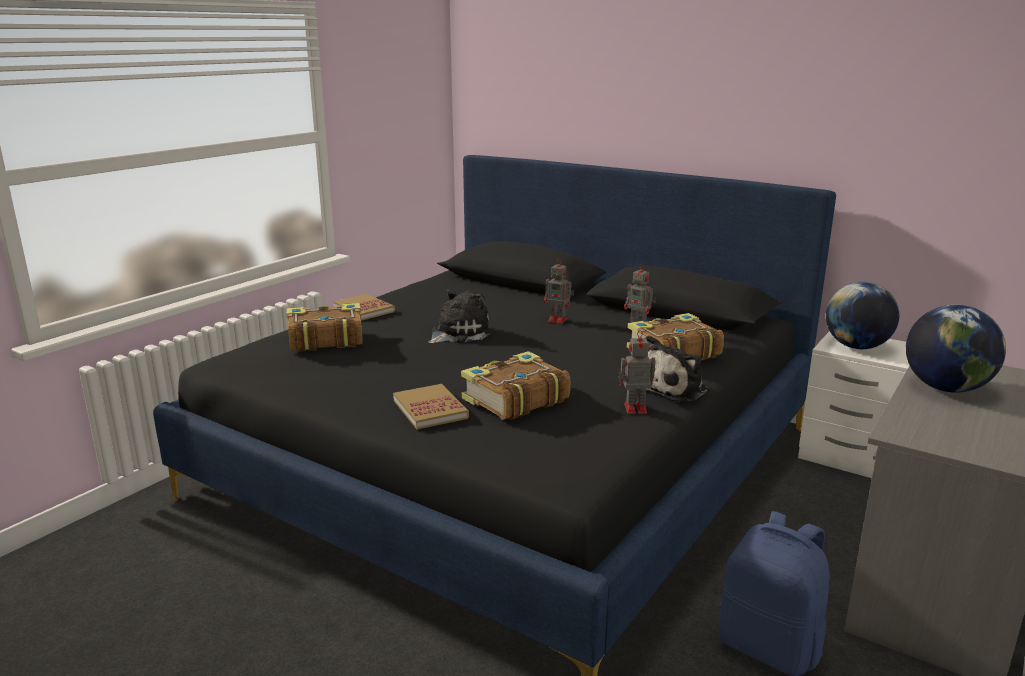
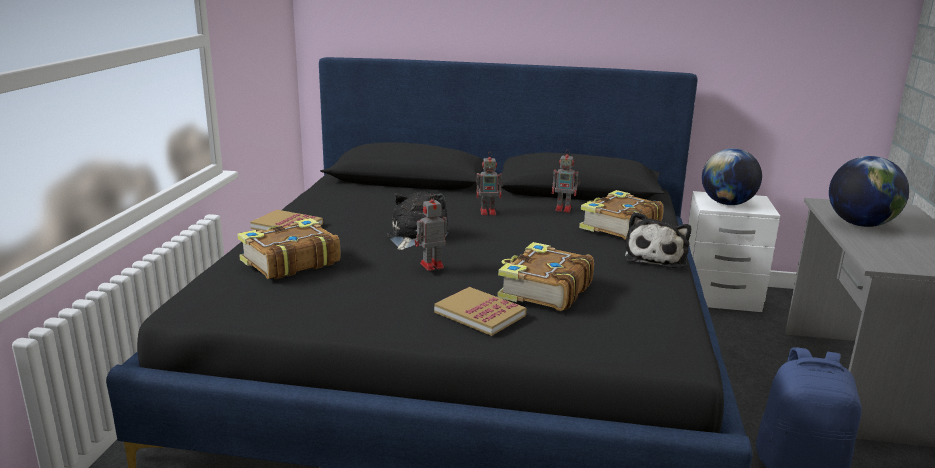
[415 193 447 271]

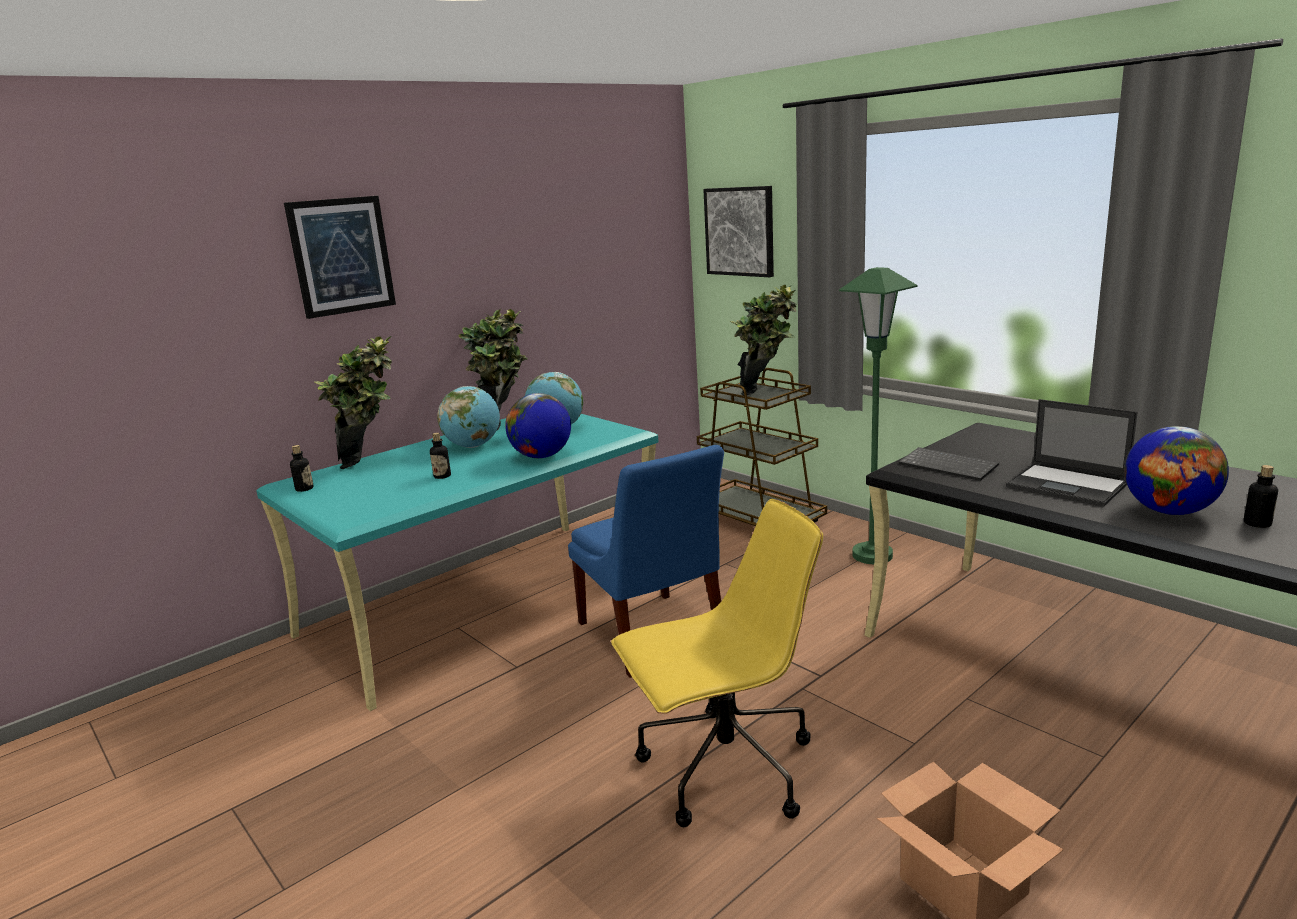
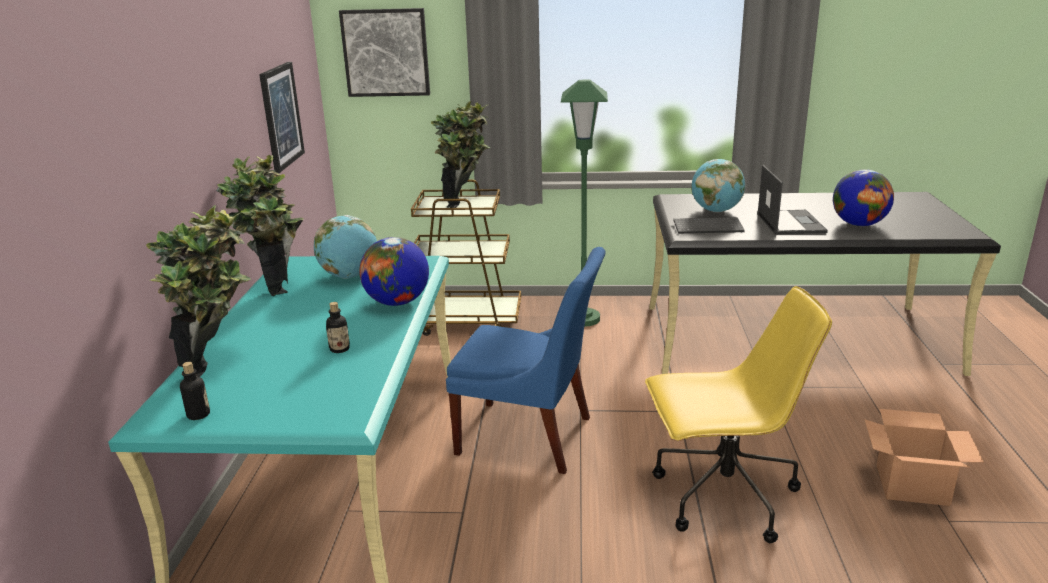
[1244 465 1278 528] (first image)
[259 62 305 173]
[691 159 745 212]
[645 286 832 543]
[757 165 828 234]

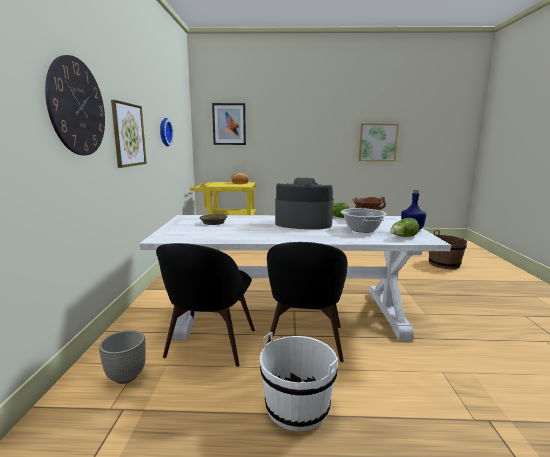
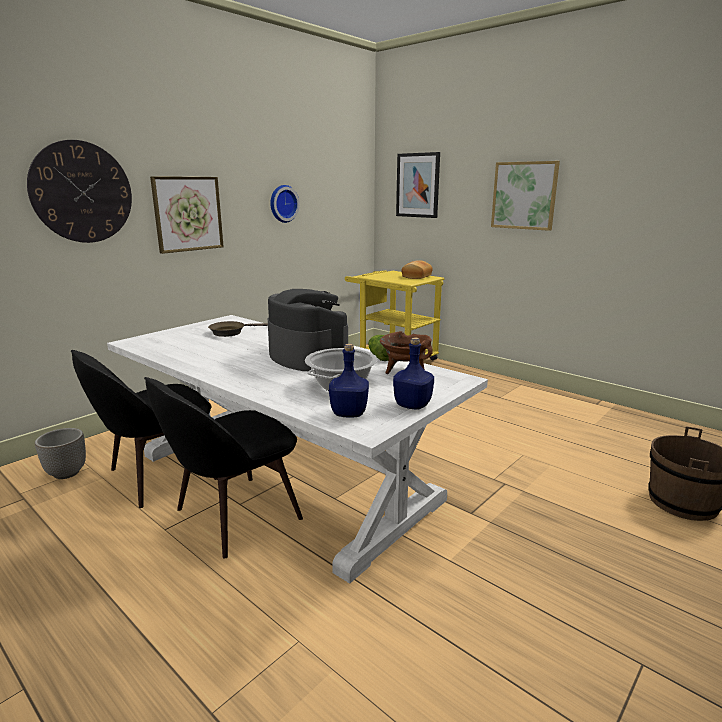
[260 332 338 431] (first image)
[491 161 560 231]
[329 343 369 418]

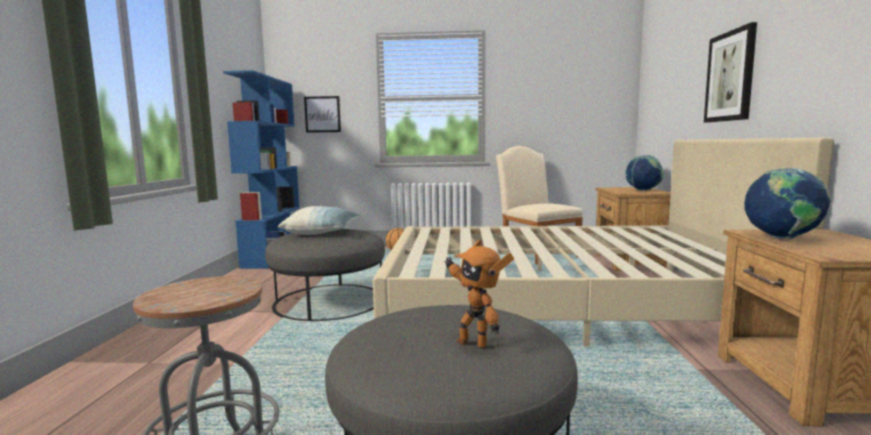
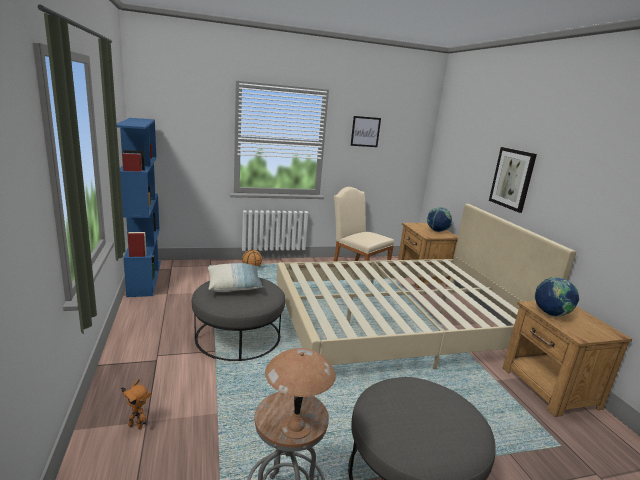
[265 348 336 439]
[350 116 381 147]
[121 379 152 429]

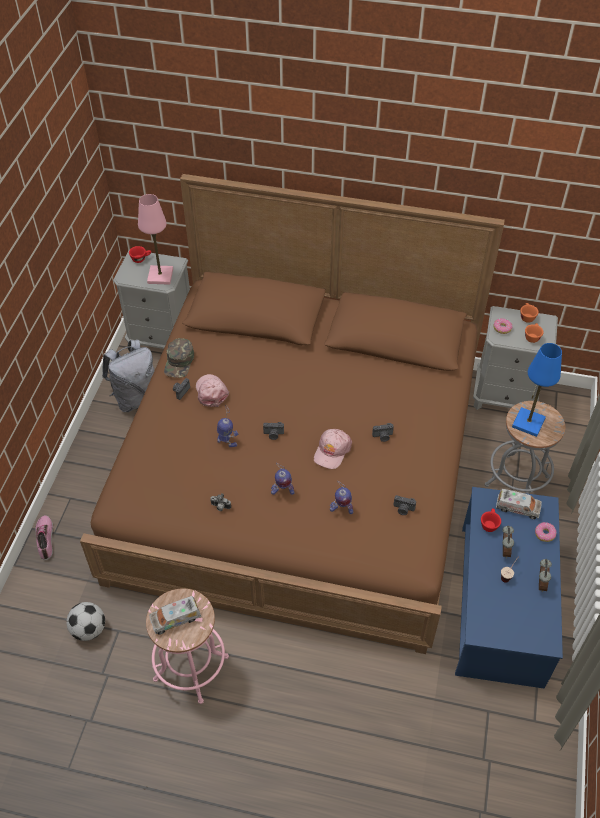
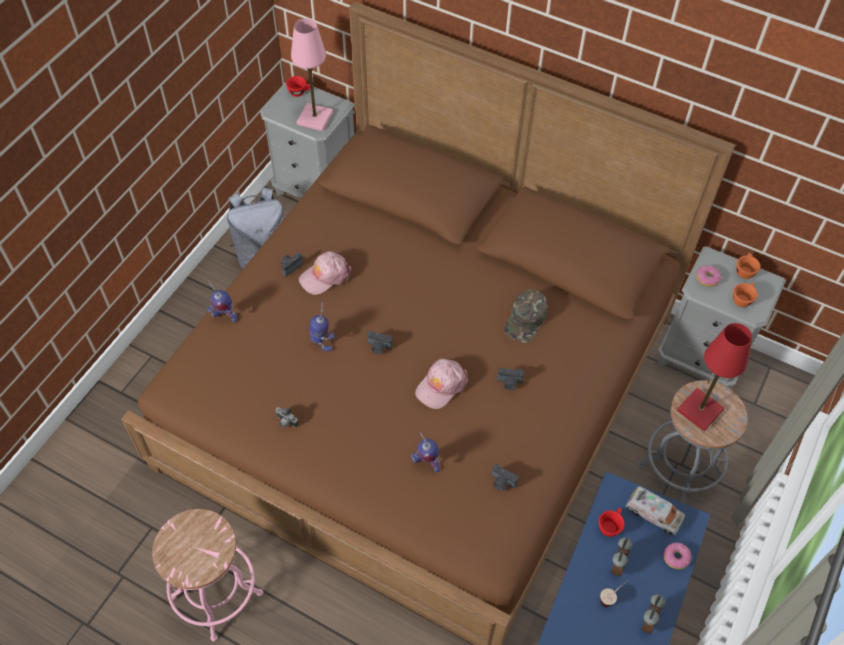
[36 515 53 560] (first image)
[66 602 105 641] (first image)
[149 596 201 635] (first image)
[504 290 548 343]
[207 281 237 322]
[677 323 752 431]
[299 251 351 295]

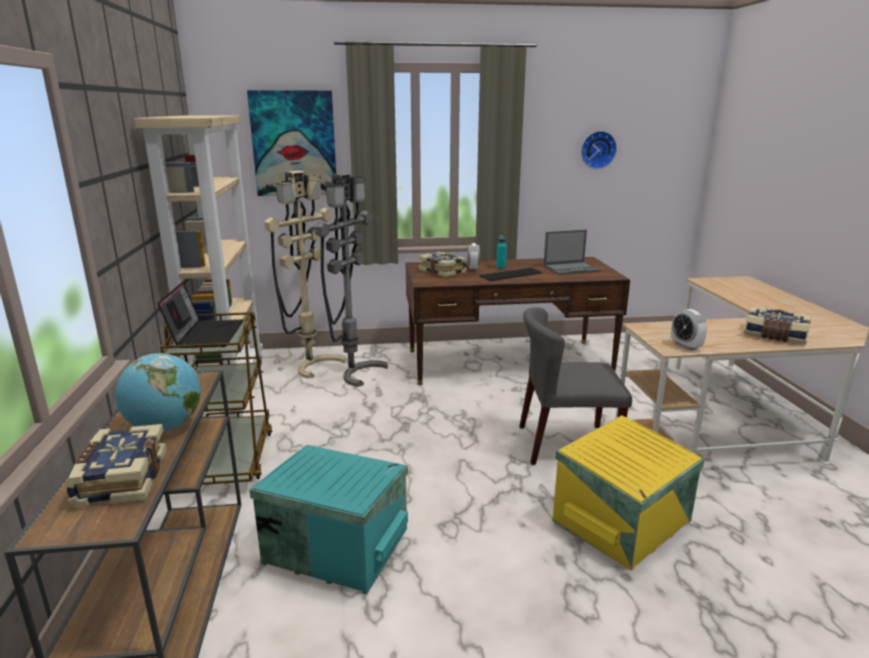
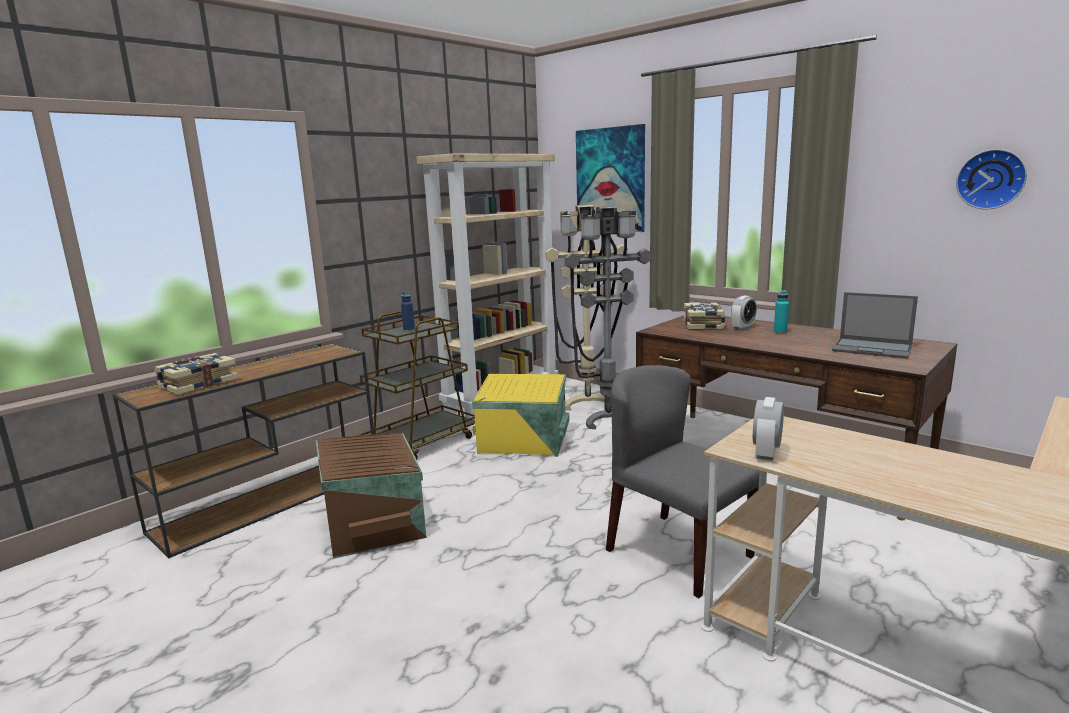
[115 353 201 431] (first image)
[480 268 542 281] (first image)
[744 306 811 345] (first image)
[472 374 569 457]
[401 292 415 332]
[316 433 427 559]

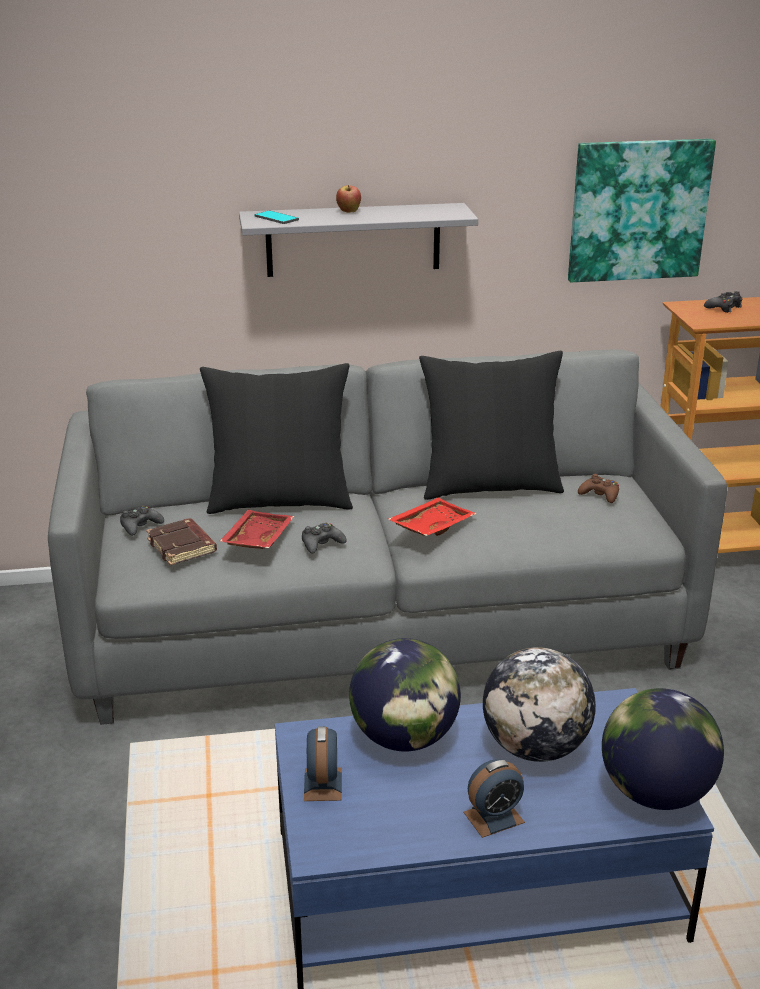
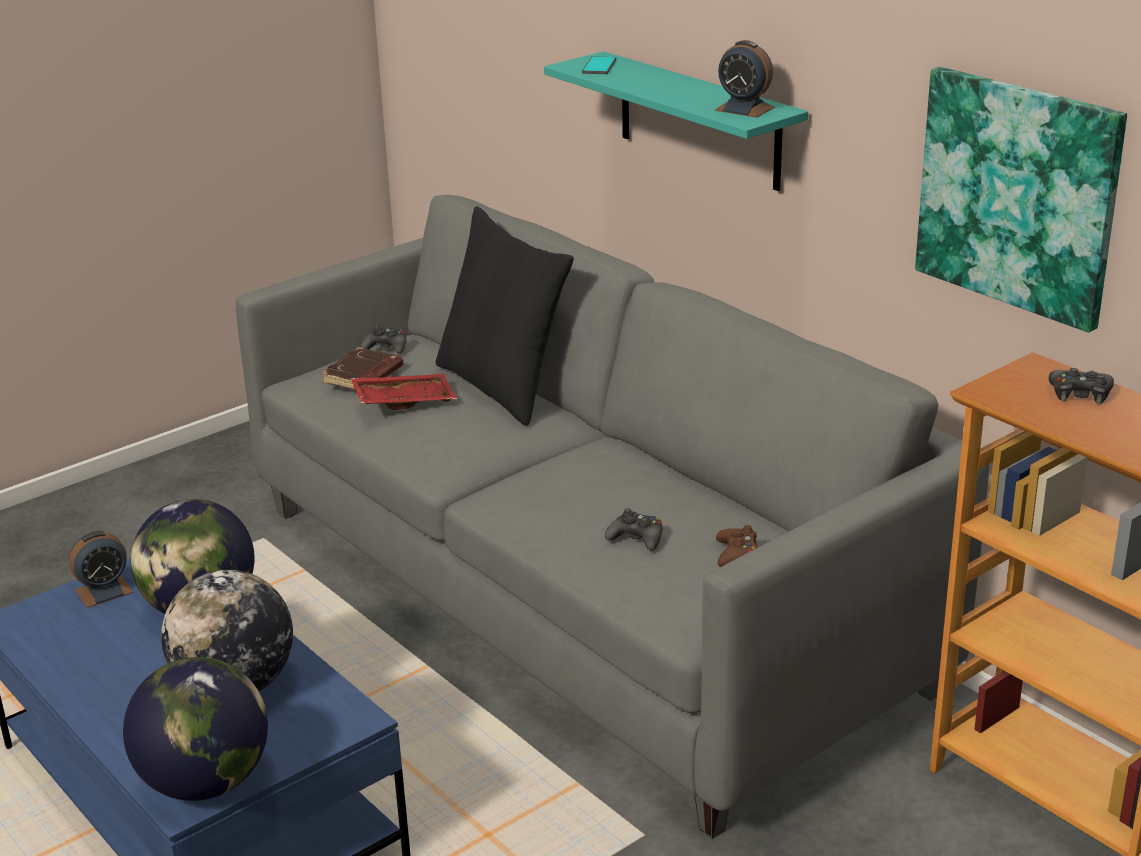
[336 185 361 213] (first image)
[388 498 476 536] (first image)
[419 351 564 500] (first image)
[605 508 662 551]
[715 40 775 118]
[544 51 808 191]

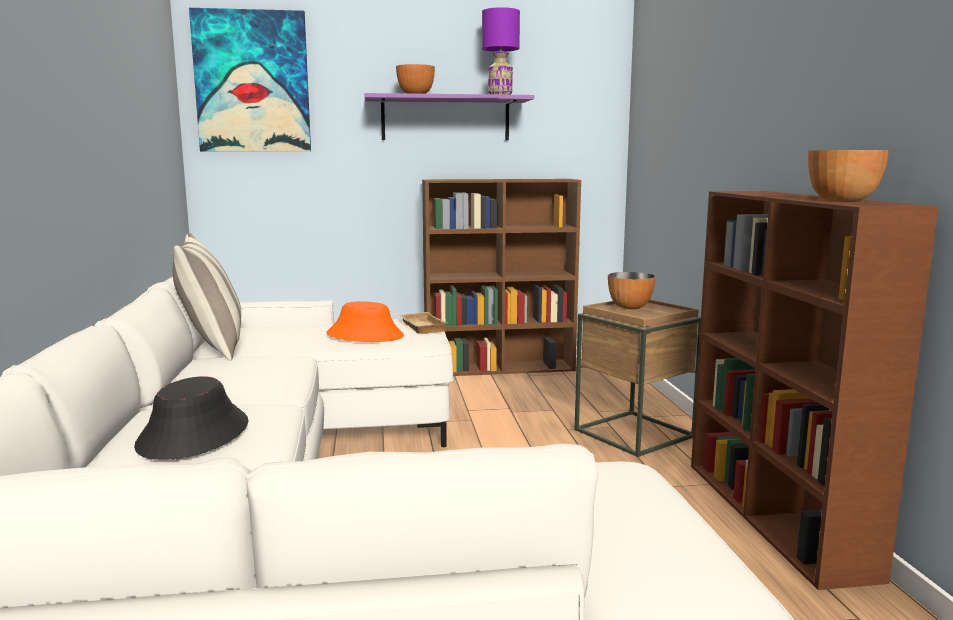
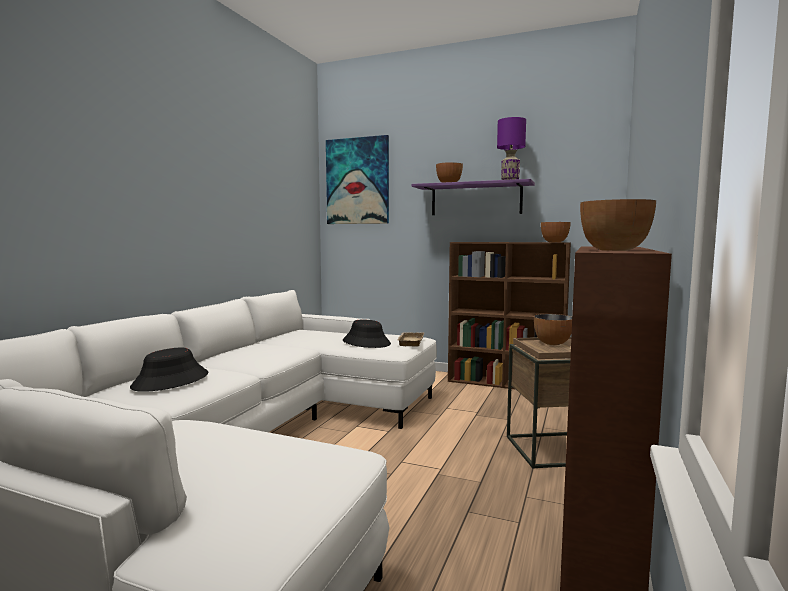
[172 232 241 361] (first image)
[541 222 571 242]
[343 320 391 348]

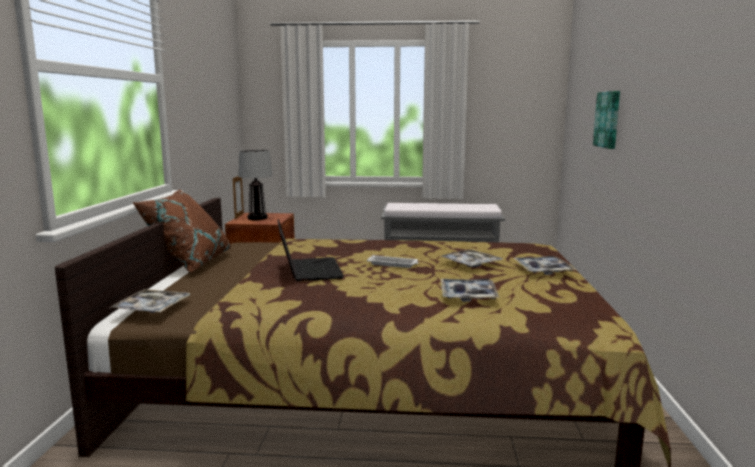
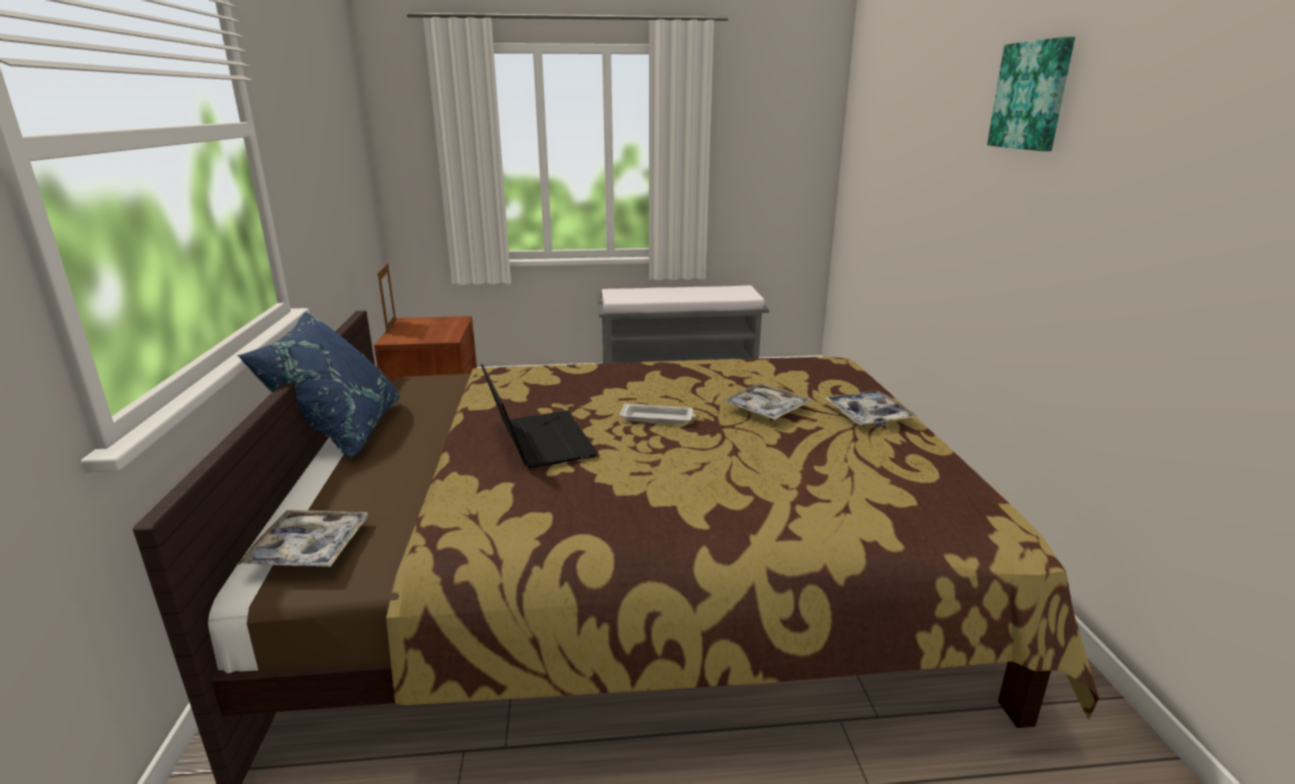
[238 150 273 220] (first image)
[441 279 500 302] (first image)
[987 37 1075 151]
[237 311 400 458]

